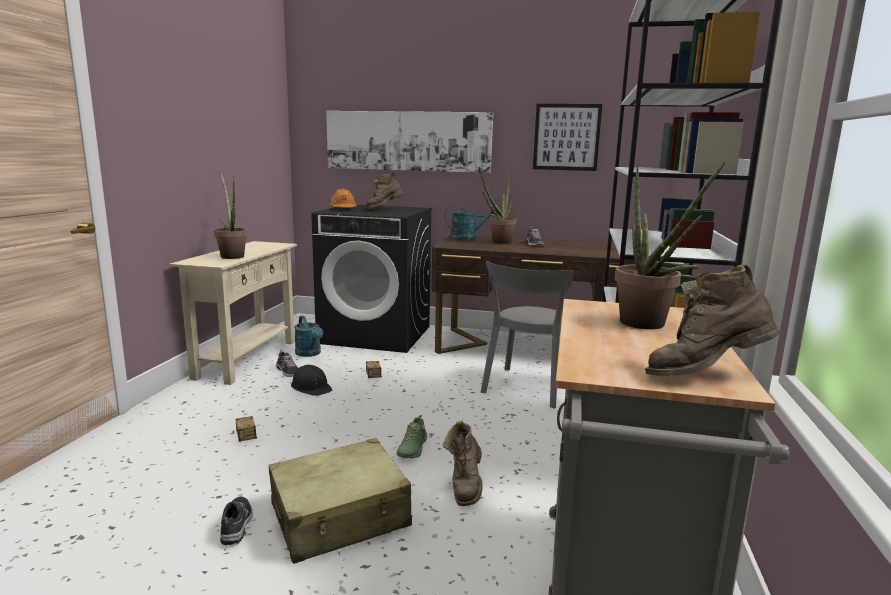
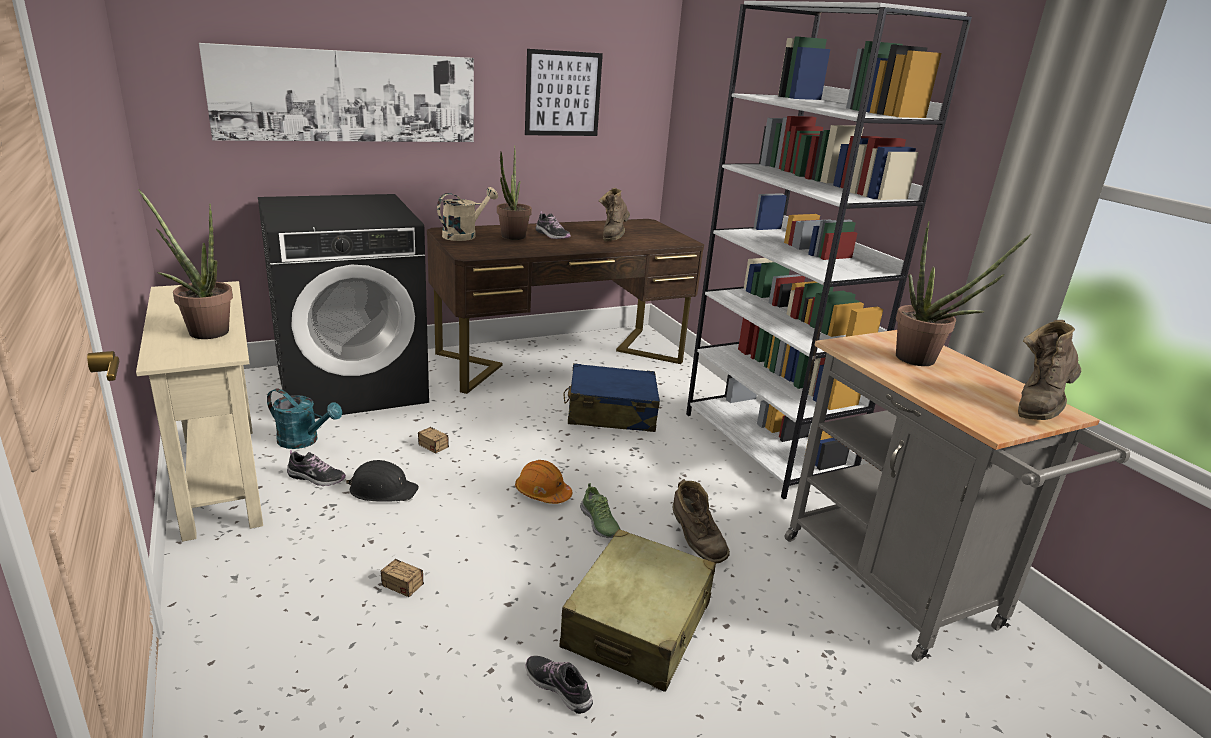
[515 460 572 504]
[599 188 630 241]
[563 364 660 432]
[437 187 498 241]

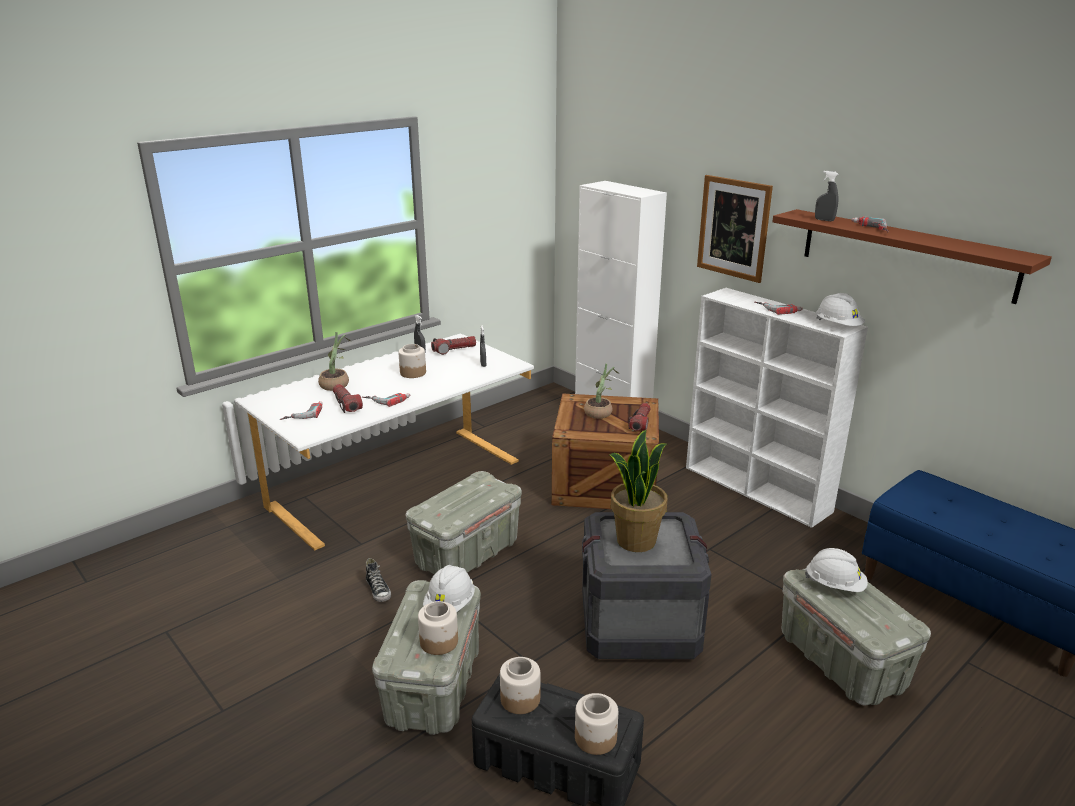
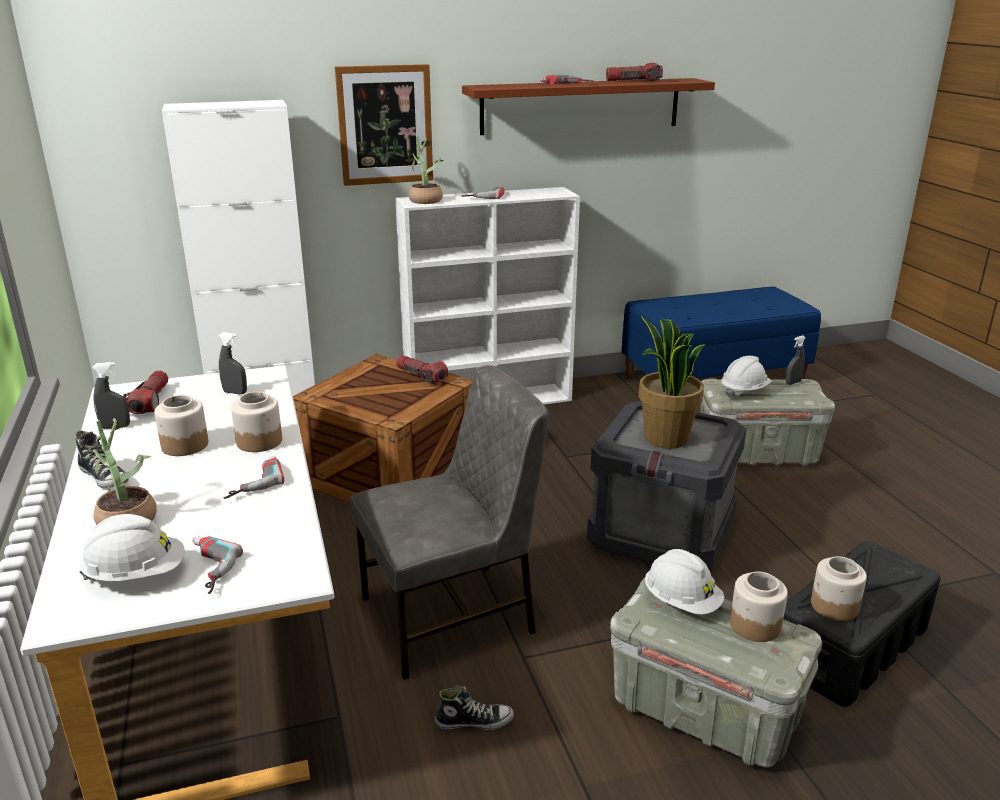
[75 430 129 488]
[606 63 663 82]
[231 392 282 452]
[406 136 444 204]
[786 336 806 385]
[80 514 185 581]
[349 365 548 680]

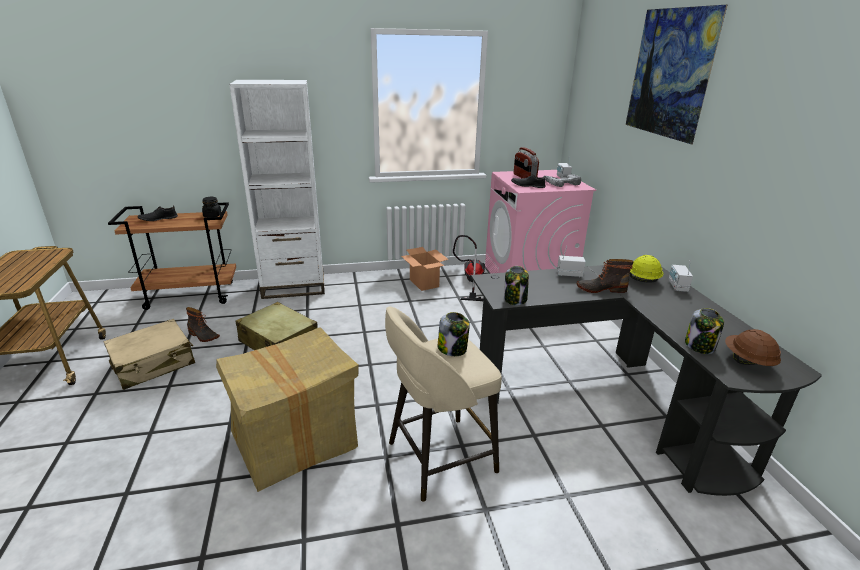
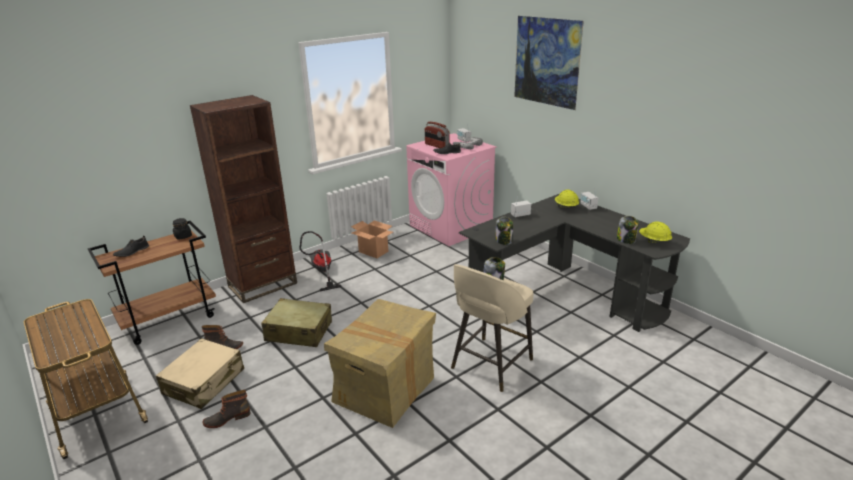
[299 231 342 291]
[203 390 251 428]
[190 95 297 303]
[639 221 672 244]

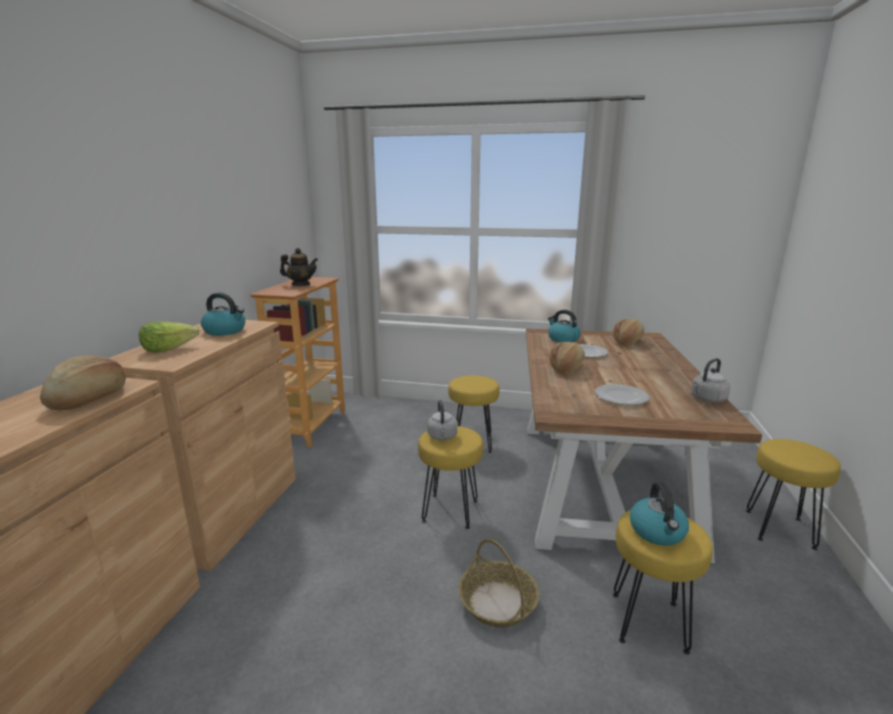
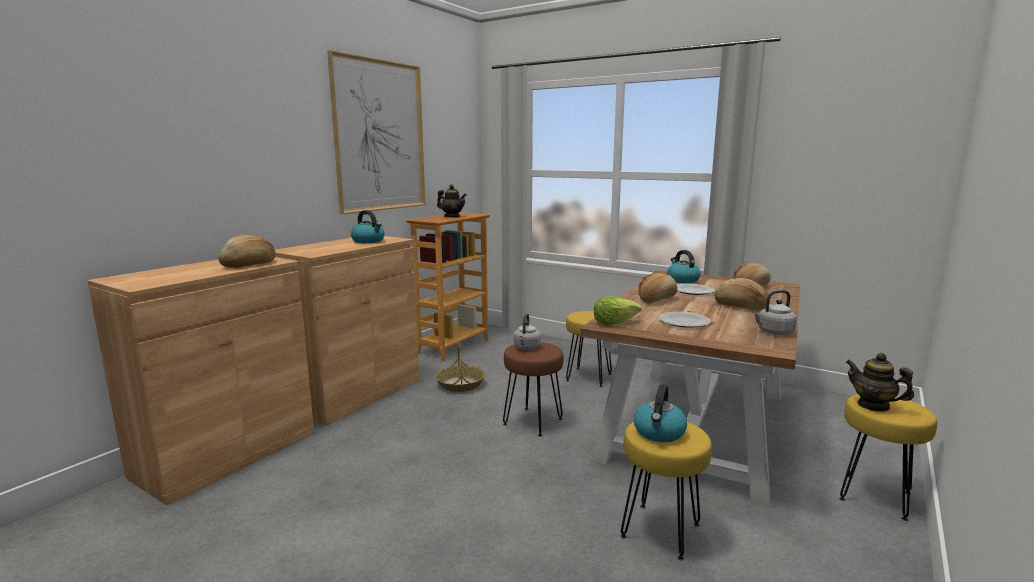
[327 50 425 214]
[715 278 770 310]
[846 353 914 412]
[594 296 642 325]
[435 342 485 392]
[503 342 564 437]

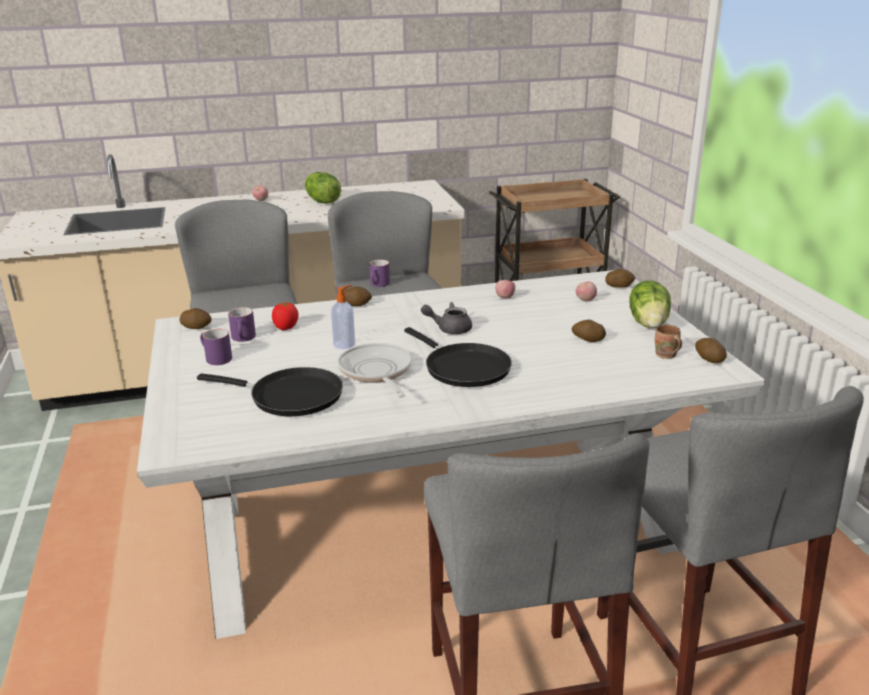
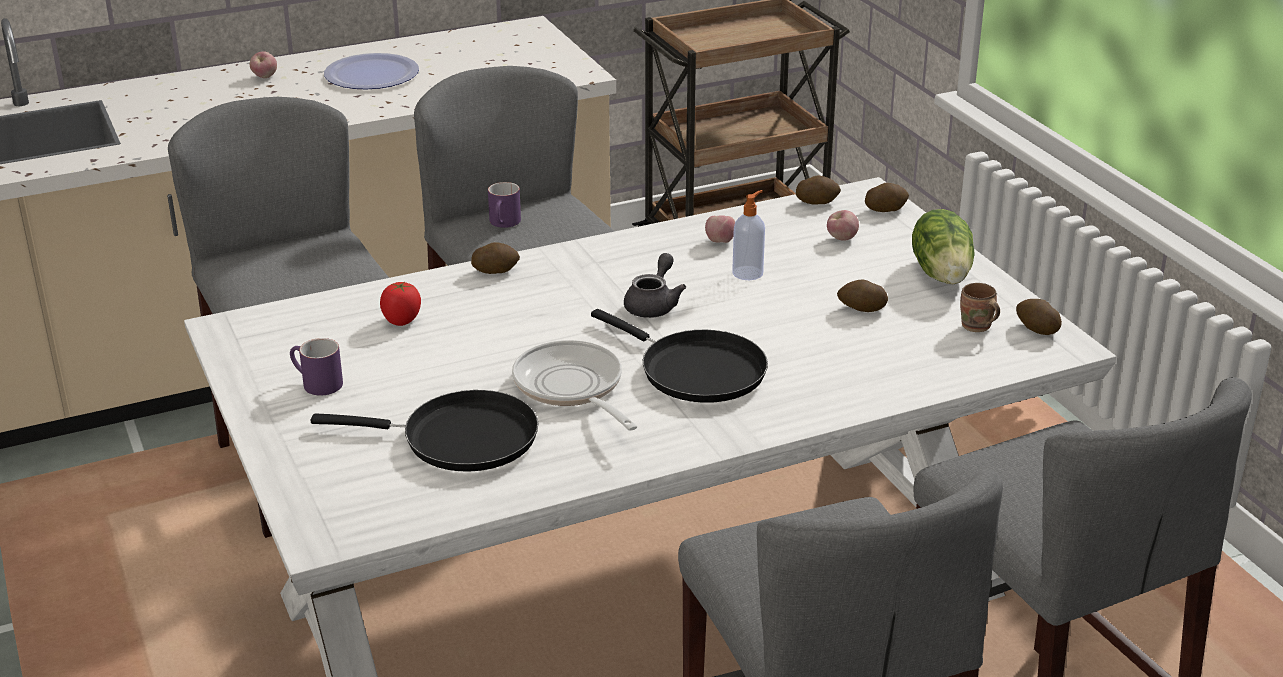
[228 307 256 342] (first image)
[796 176 841 204]
[732 190 765 280]
[324 53 419 89]
[624 253 686 318]

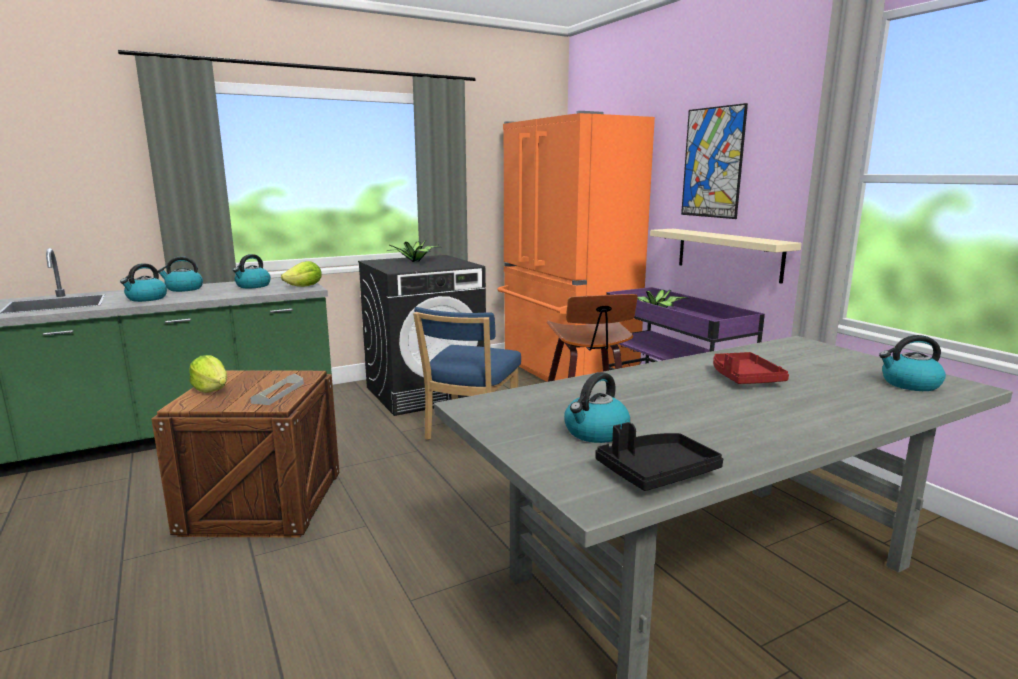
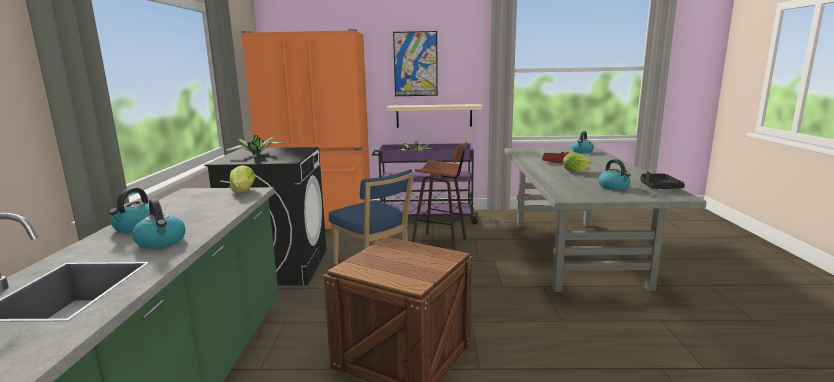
[233 254 271 288] (first image)
[250 373 304 405] (first image)
[563 153 591 173]

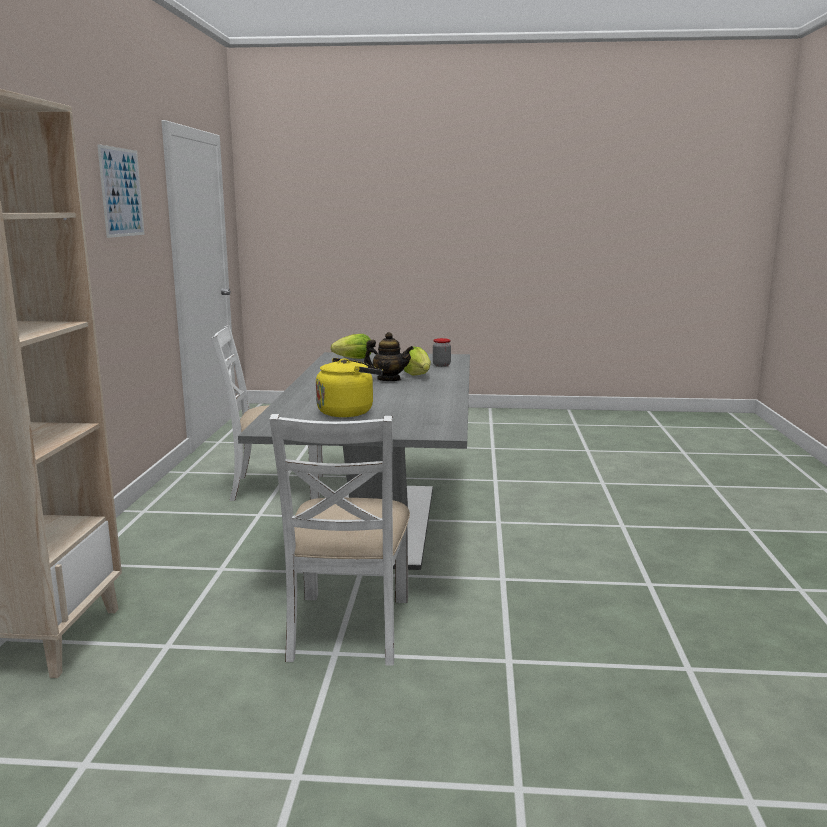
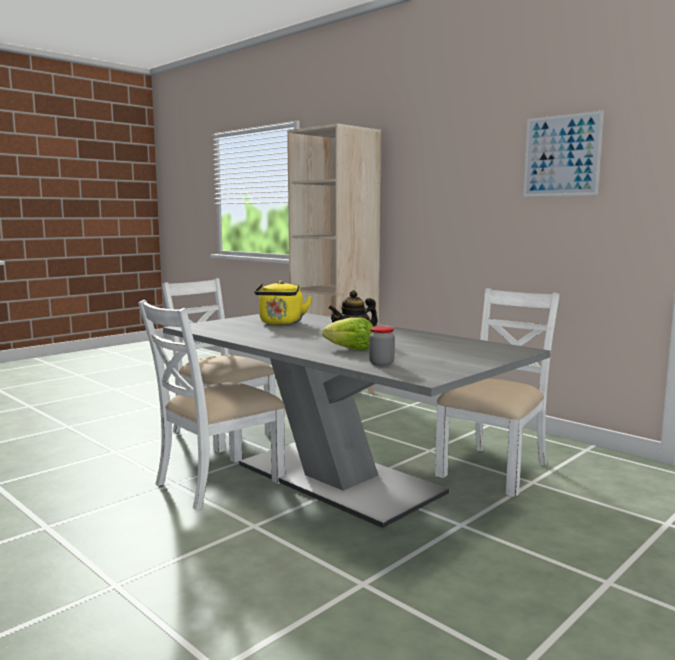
[331 334 371 359] (first image)
[138 300 285 510]

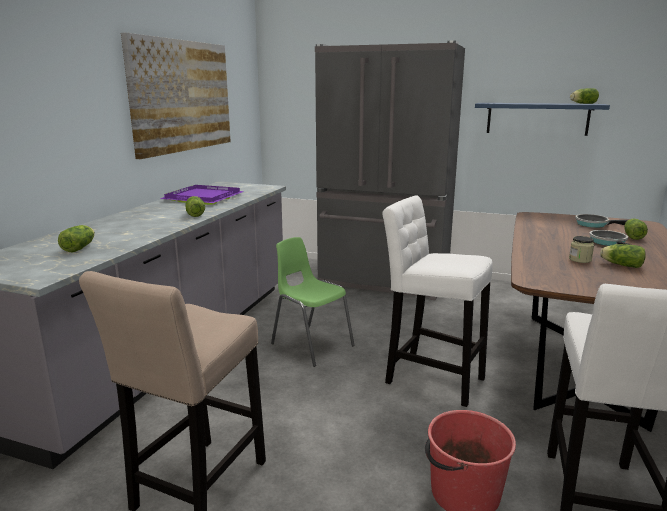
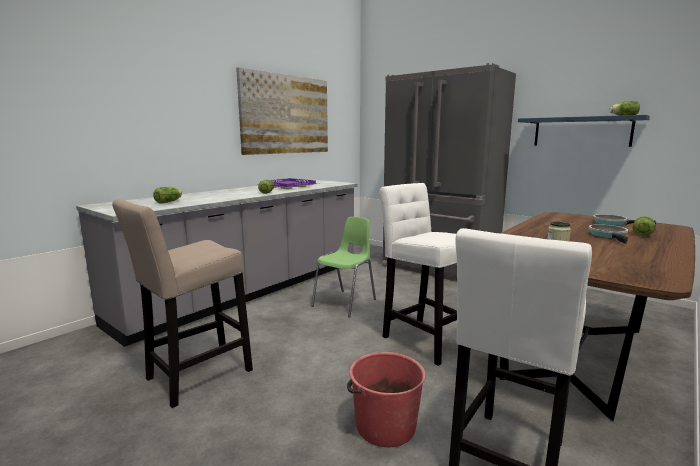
[600 244 646 268] (first image)
[311 217 376 317]

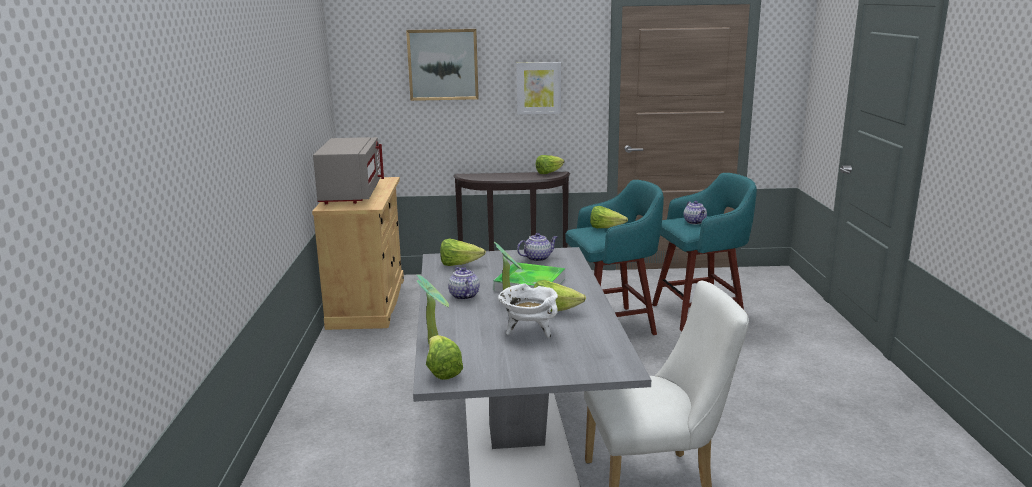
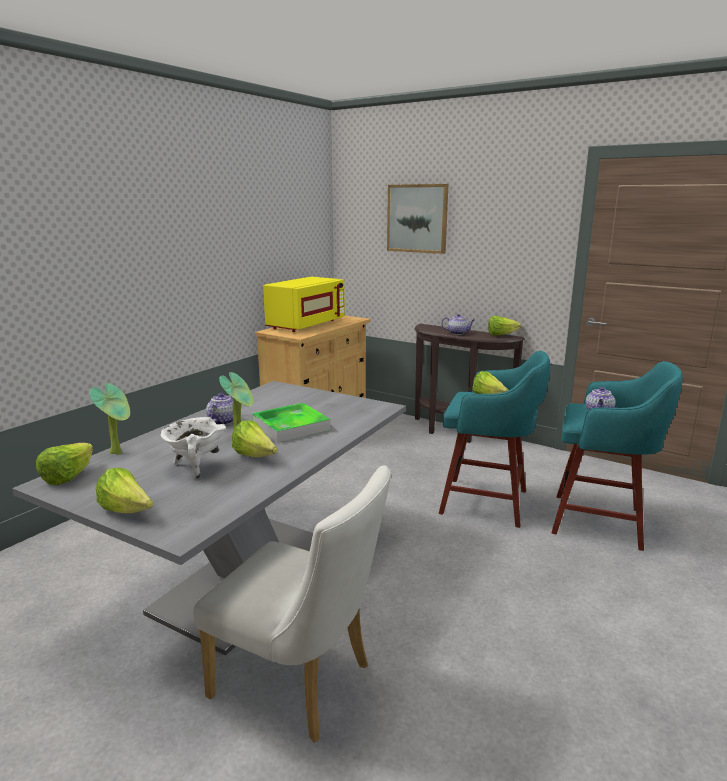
[516 62 561 115] (first image)
[96 468 153 514]
[441 314 475 335]
[263 277 345 332]

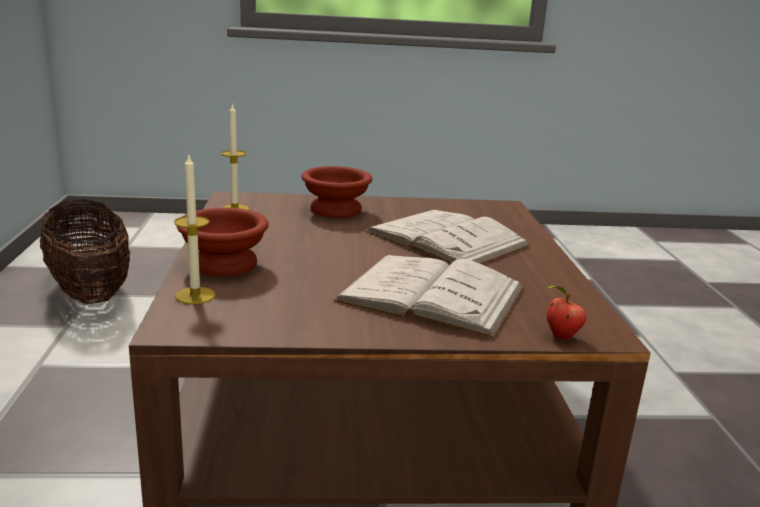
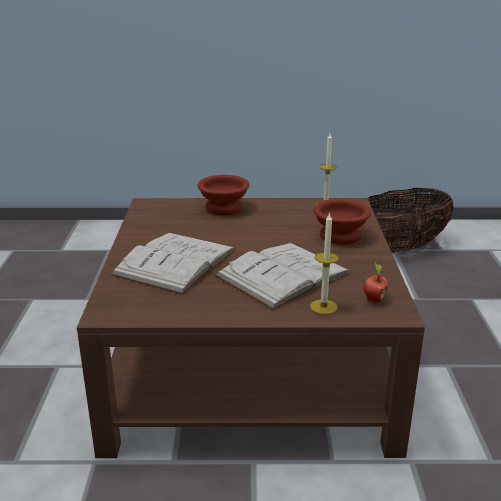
[310 212 339 314]
[363 263 388 303]

